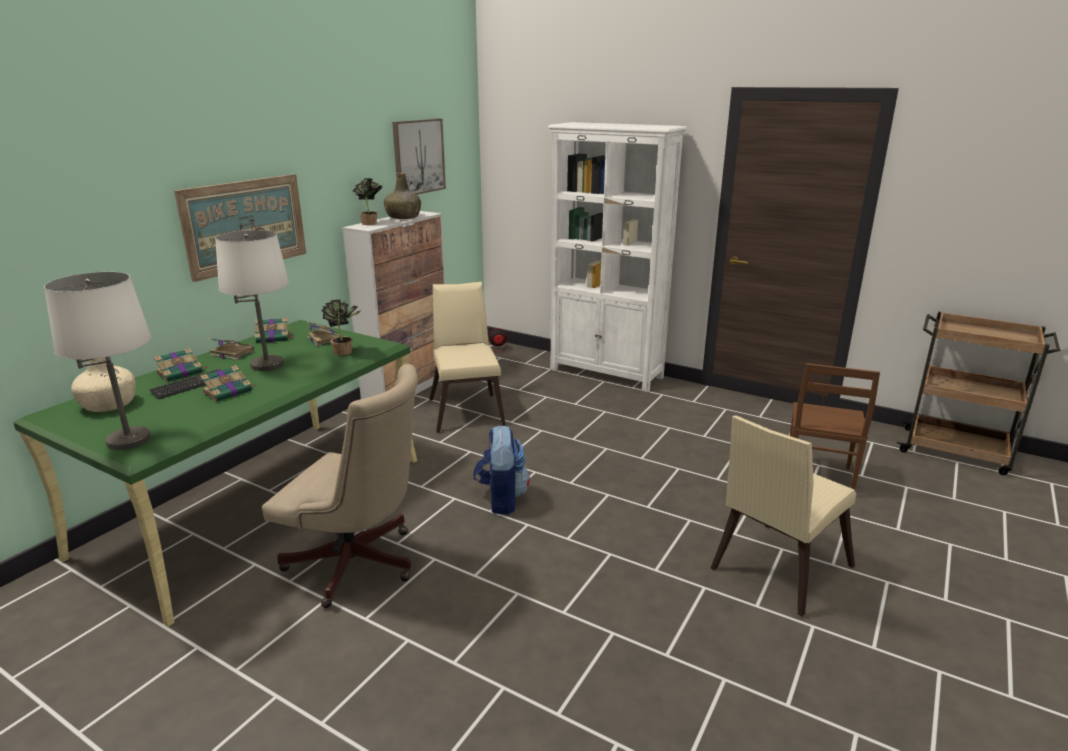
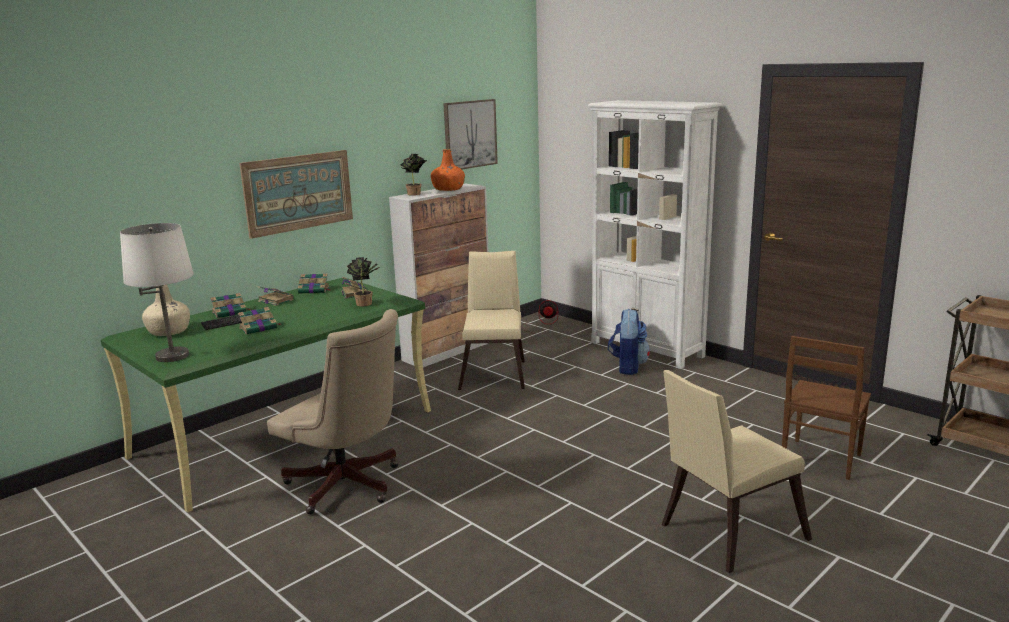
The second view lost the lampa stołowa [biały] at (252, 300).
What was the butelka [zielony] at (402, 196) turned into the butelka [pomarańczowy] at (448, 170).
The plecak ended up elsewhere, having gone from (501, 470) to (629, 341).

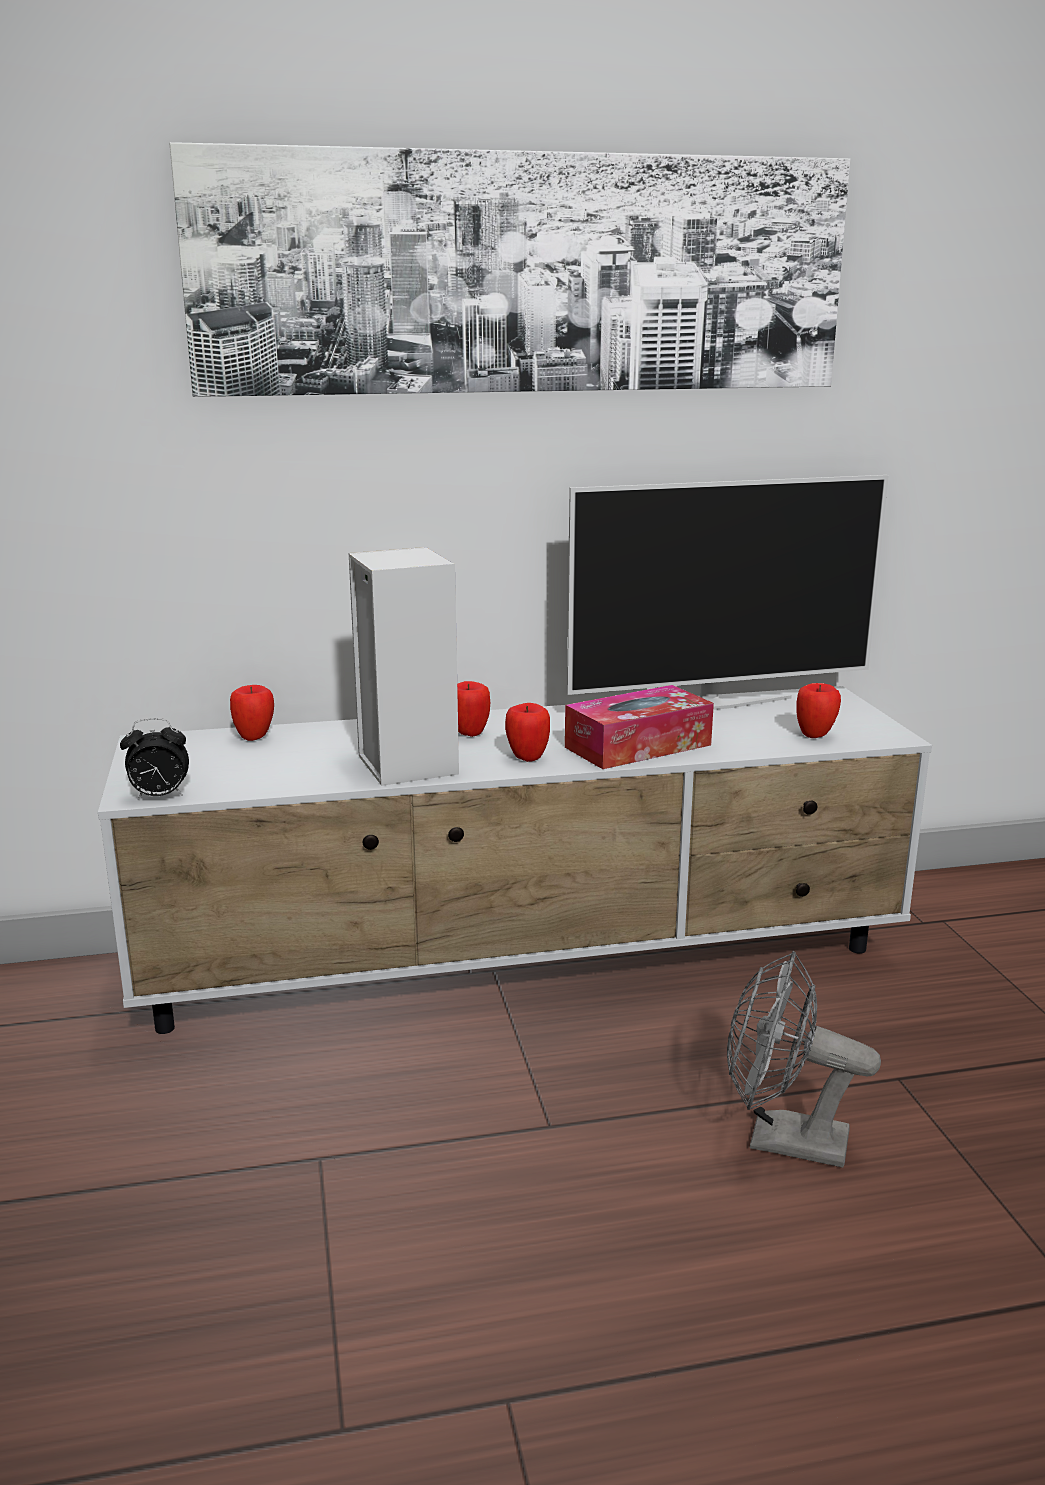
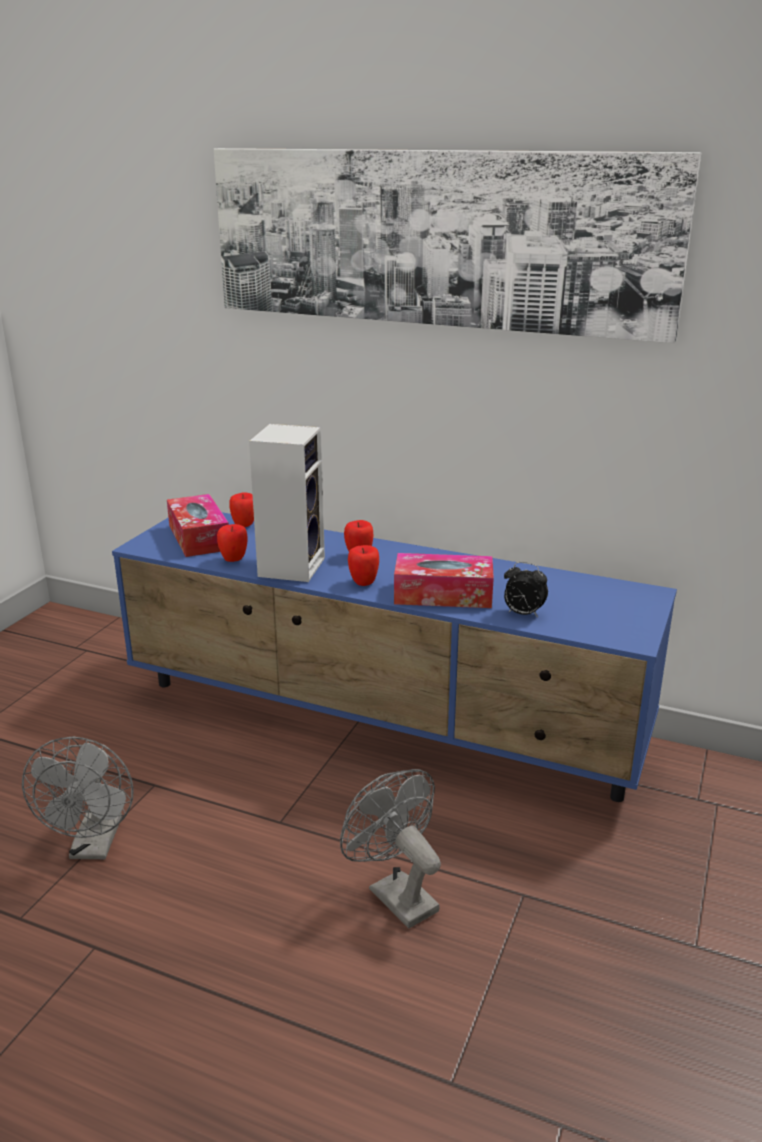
What was the szafka pod telewizor [biały] at (515, 860) turned into the szafka pod telewizor [niebieski] at (394, 657).
The budzik ended up elsewhere, having gone from (154, 759) to (526, 590).
The second view lost the telewizor at (728, 592).
The jabłko ended up elsewhere, having gone from (818, 710) to (232, 543).
The second view gained the wentylator [szary] at (78, 798).
The second view gained the pudełko chusteczek at (198, 525).

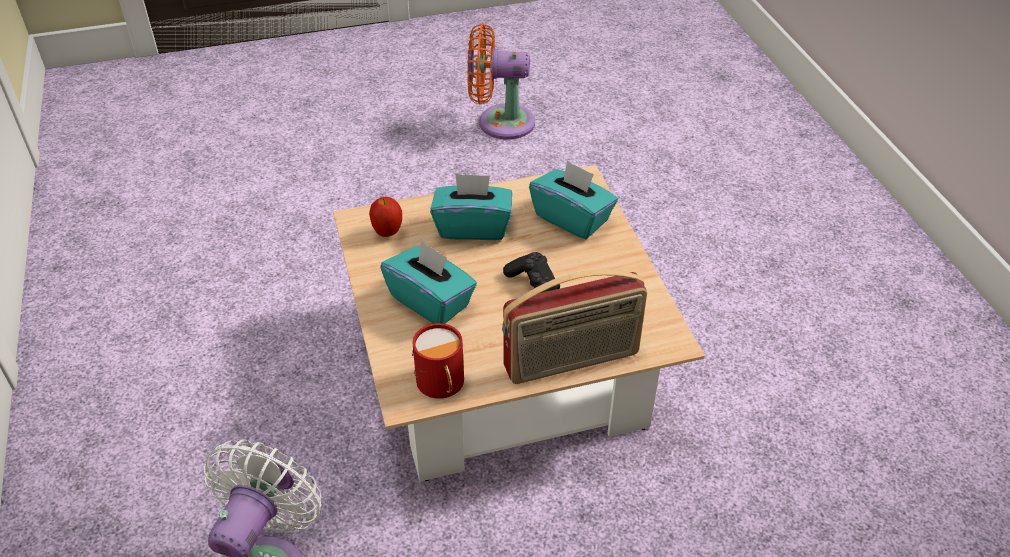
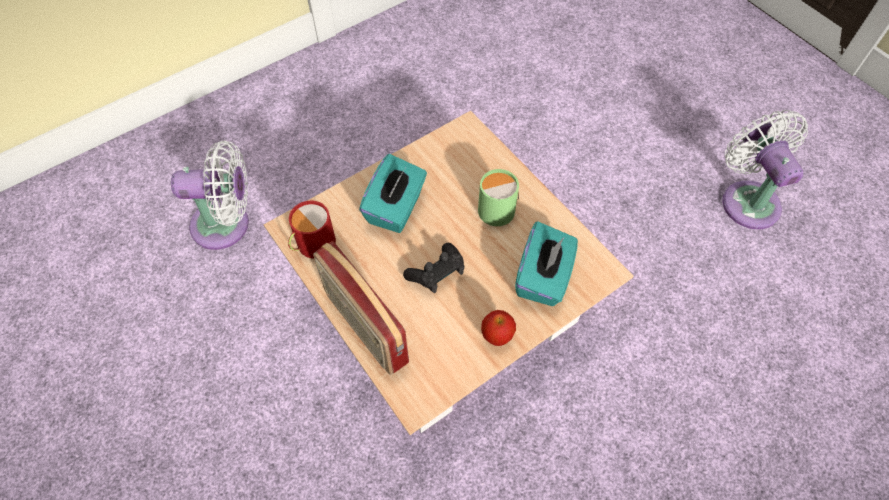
The jabłko ended up elsewhere, having gone from (385, 217) to (498, 328).
Where the pudełko chusteczek [turkusowy] stood at (471, 206), the kubek [zielony] came to stand at (498, 197).
What was the wentylator [pomarańczowy] at (501, 81) turned into the wentylator [biały] at (765, 169).

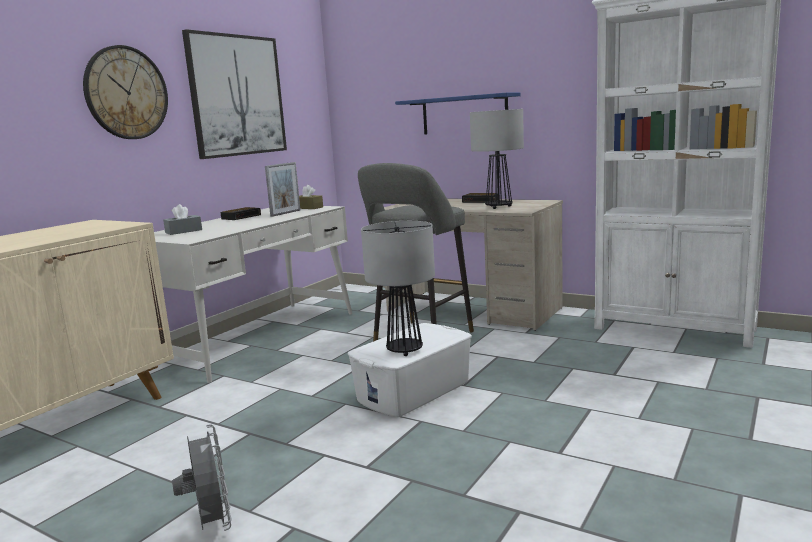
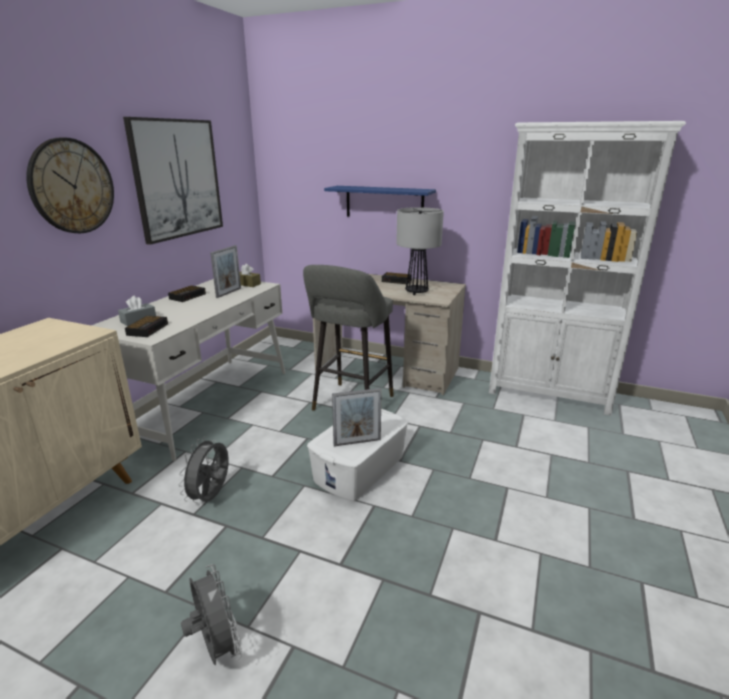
Where the lampa stołowa stood at (398, 288), the ramka na zdjęcie came to stand at (357, 417).
The second view gained the budzik at (146, 326).
The second view gained the wentylator [szary] at (204, 469).

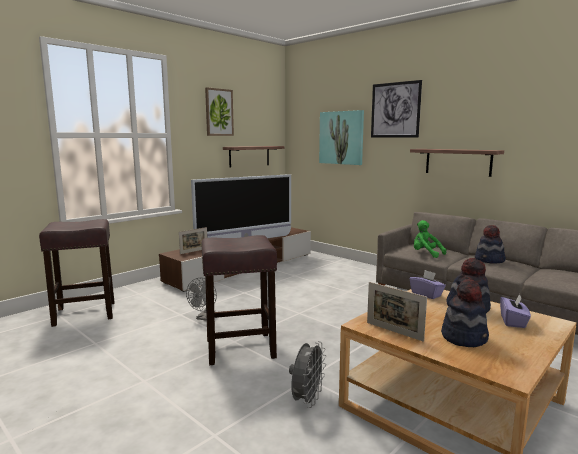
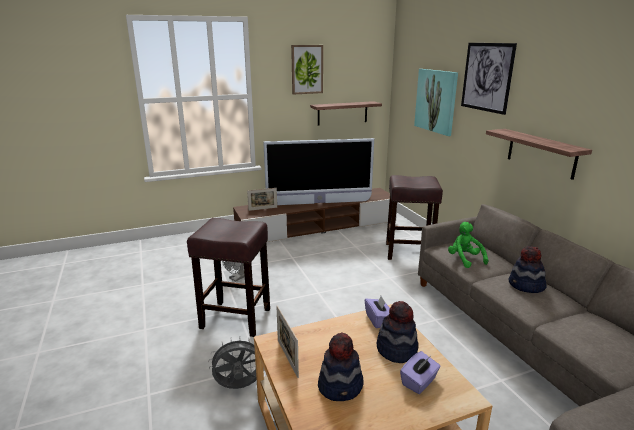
The stołek [brązowy] ended up elsewhere, having gone from (77, 273) to (414, 217).
The wentylator [szary] at (307, 374) ended up facing another way, 150 degrees counterclockwise from before.

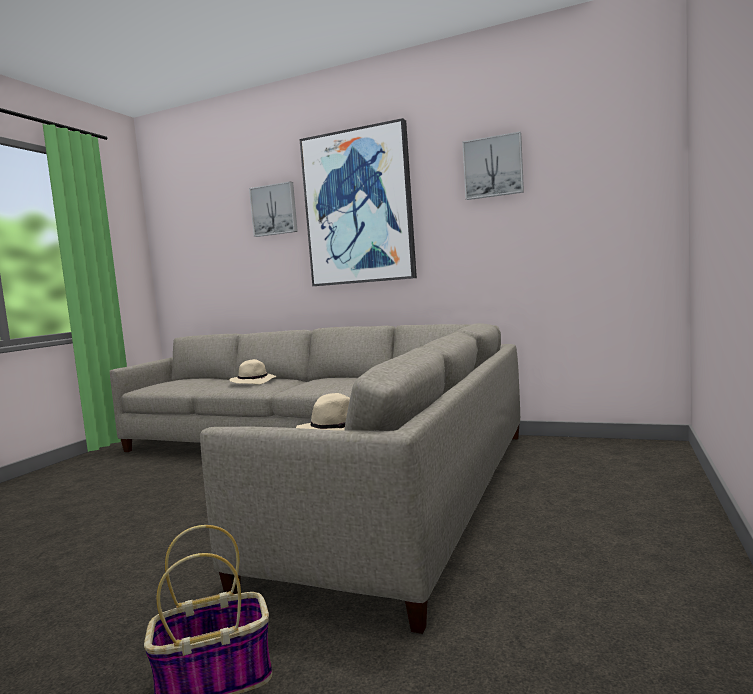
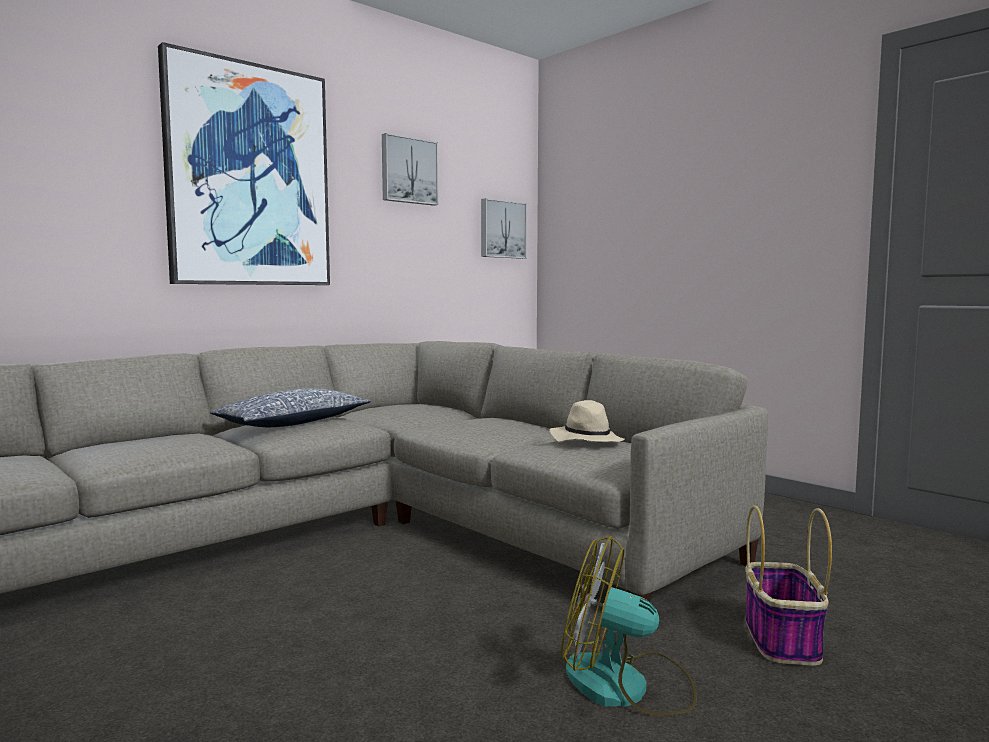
The second view lost the kapelusz [beżowy] at (252, 372).
The obraz ended up elsewhere, having gone from (273, 209) to (504, 228).
The second view gained the poduszka at (290, 407).
The second view gained the wentylator at (629, 626).

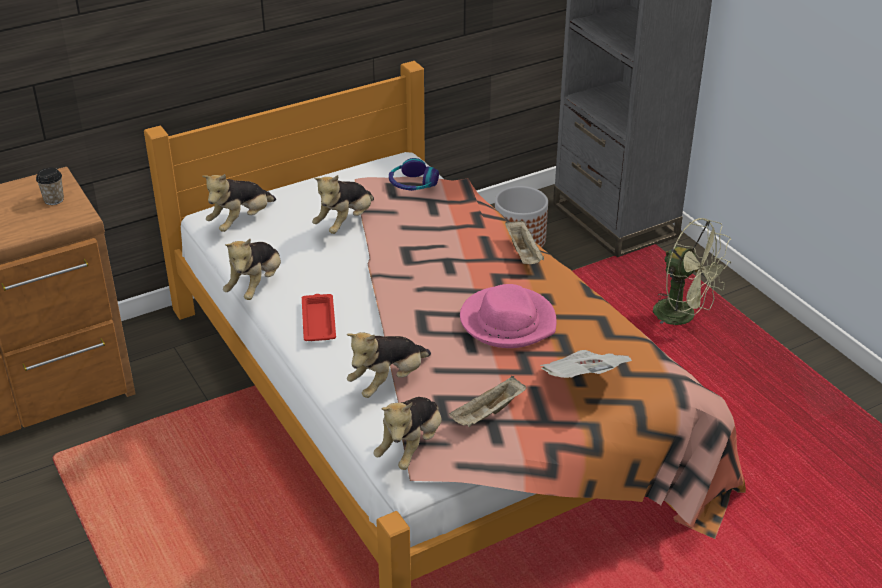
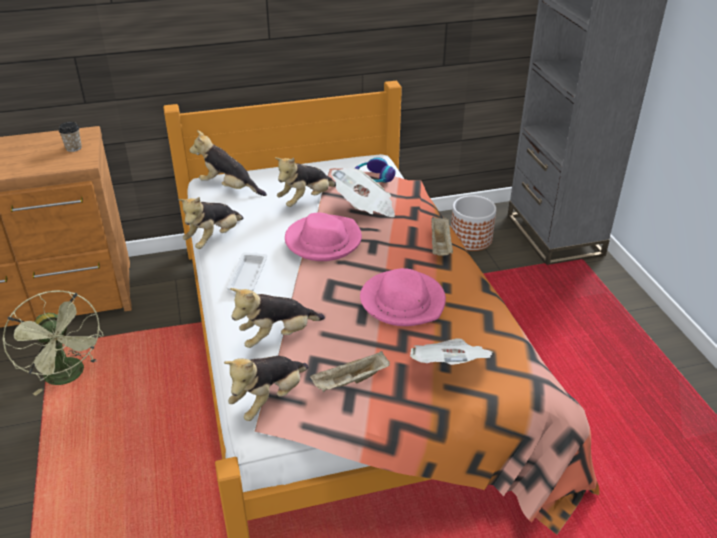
The pluszak at (239, 203) ended up facing another way, 60 degrees clockwise from before.
What was the taca [czerwony] at (319, 317) turned into the taca [biały] at (246, 272).
The wentylator [zielony] ended up elsewhere, having gone from (692, 271) to (52, 343).
The second view gained the kapelusz [różowy] at (323, 236).
The second view gained the gazeta at (363, 192).

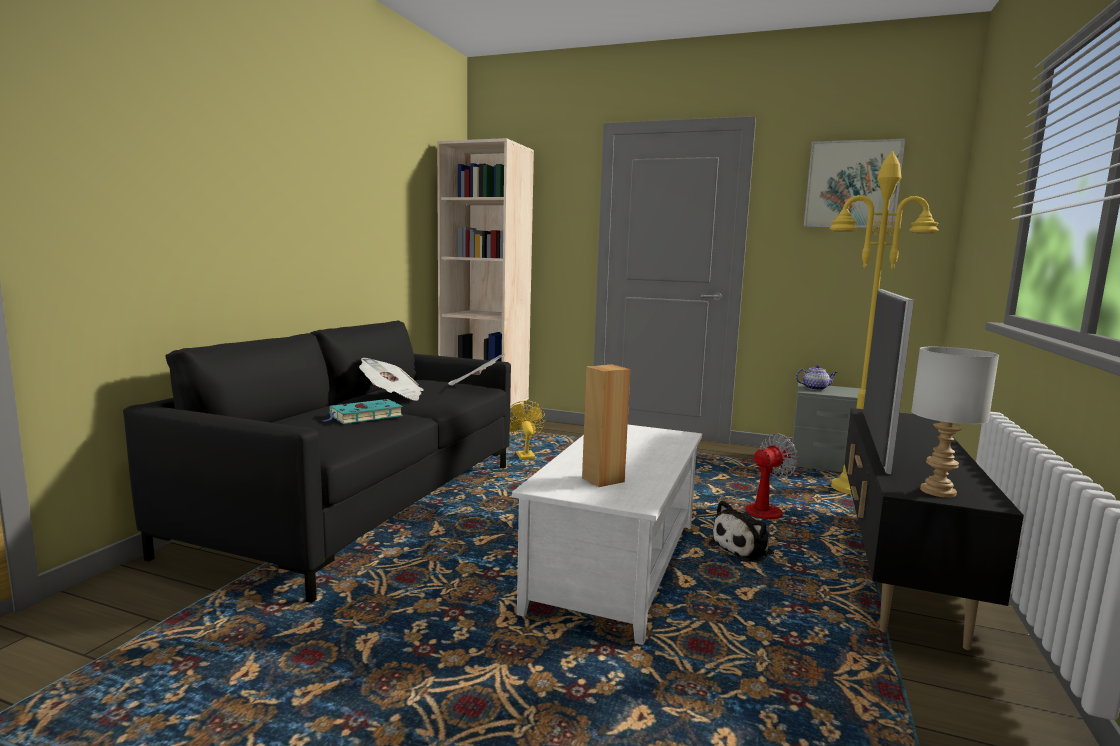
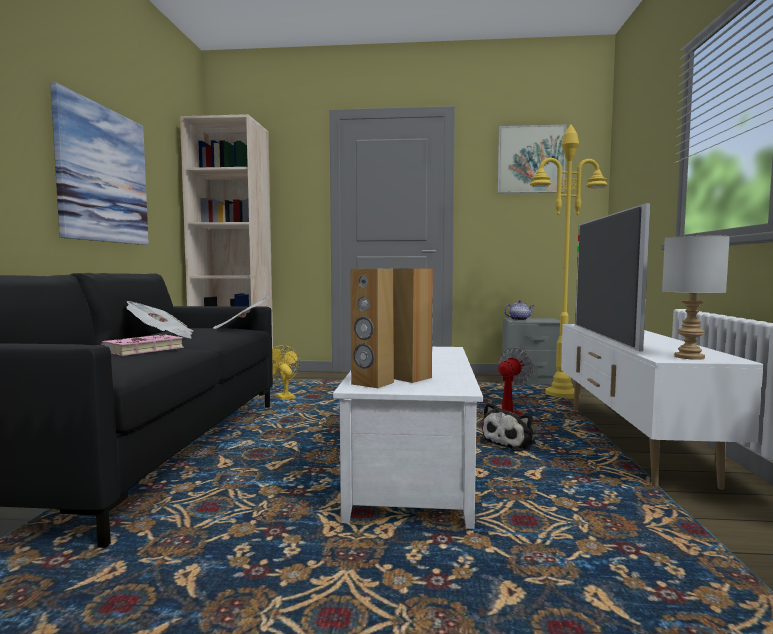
What was the książka [turkusowy] at (362, 411) turned into the książka [różowy] at (142, 345).
What was the szafka pod telewizor [czarny] at (934, 529) turned into the szafka pod telewizor [biały] at (662, 407).
The second view gained the obraz at (99, 164).
The second view gained the głośnik [brązowy] at (372, 328).

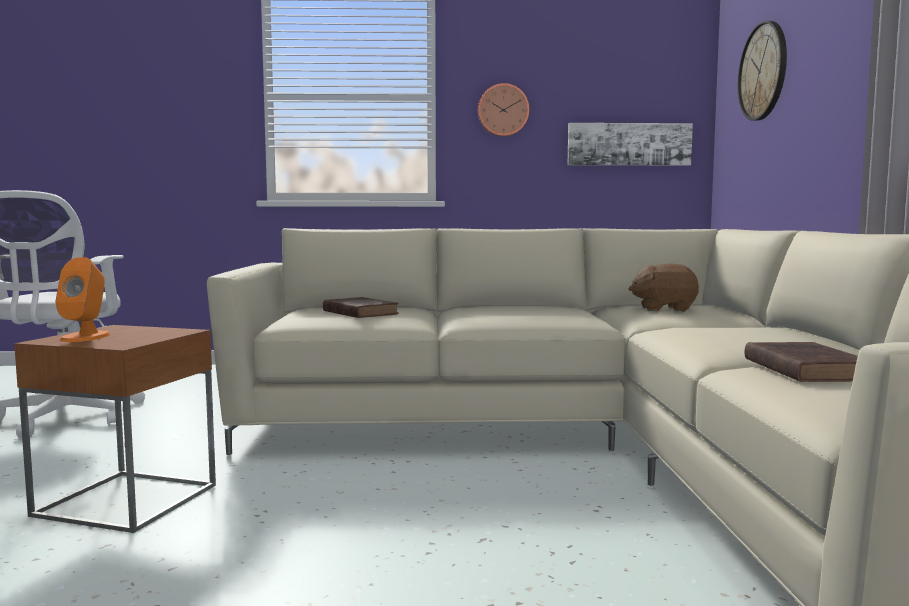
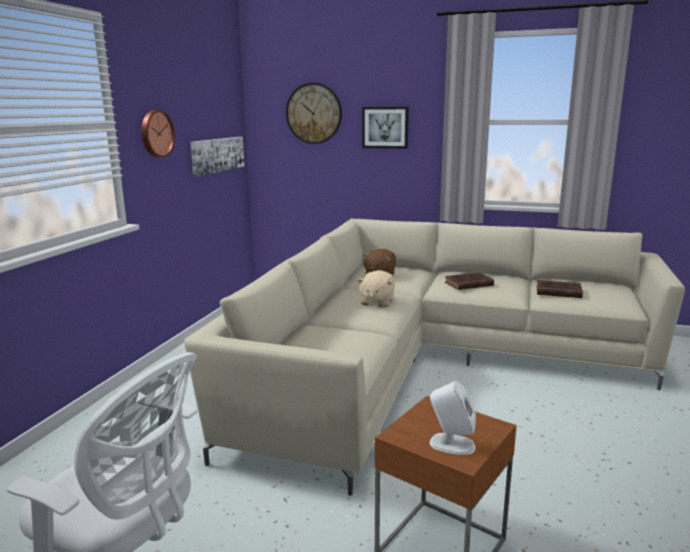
What was the głośnik [pomarańczowy] at (82, 299) turned into the głośnik [biały] at (453, 418).
The książka [brązowy] ended up elsewhere, having gone from (361, 307) to (469, 281).
The second view gained the pluszak [beżowy] at (376, 288).
The second view gained the obraz at (385, 128).

